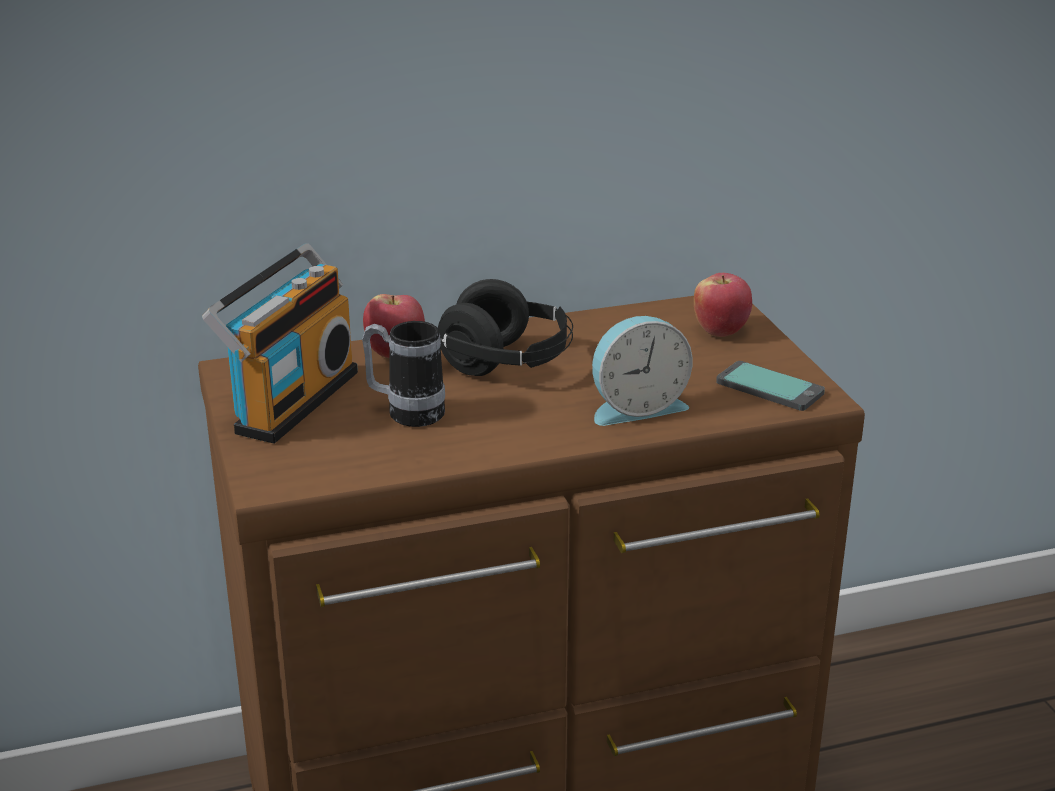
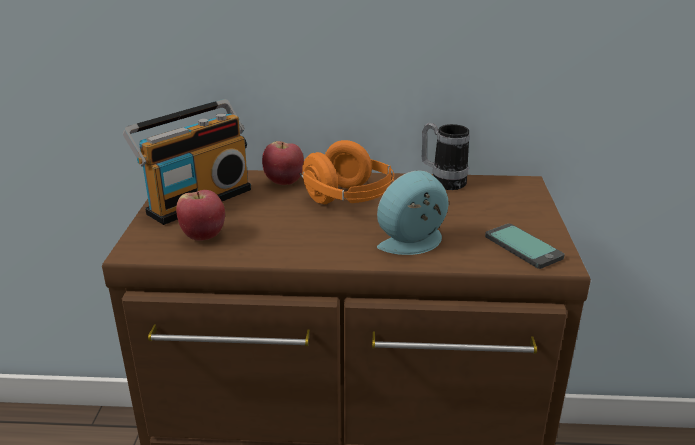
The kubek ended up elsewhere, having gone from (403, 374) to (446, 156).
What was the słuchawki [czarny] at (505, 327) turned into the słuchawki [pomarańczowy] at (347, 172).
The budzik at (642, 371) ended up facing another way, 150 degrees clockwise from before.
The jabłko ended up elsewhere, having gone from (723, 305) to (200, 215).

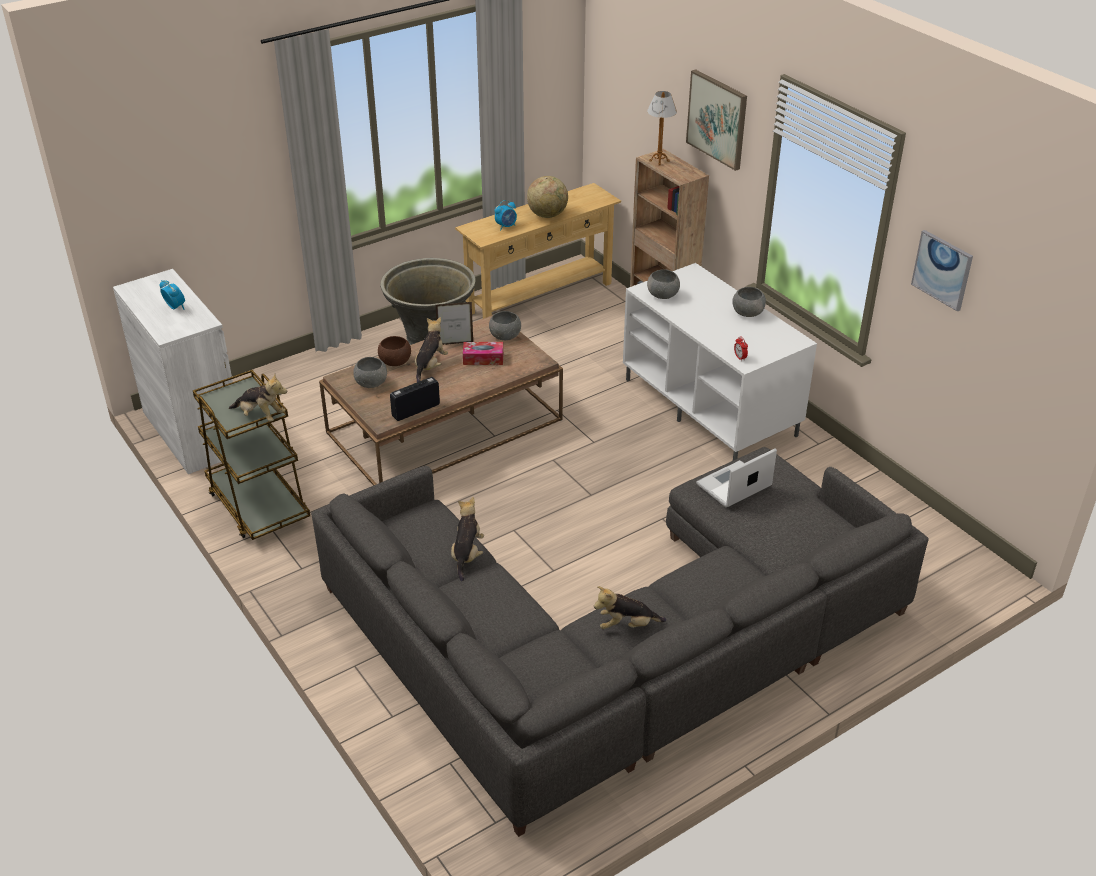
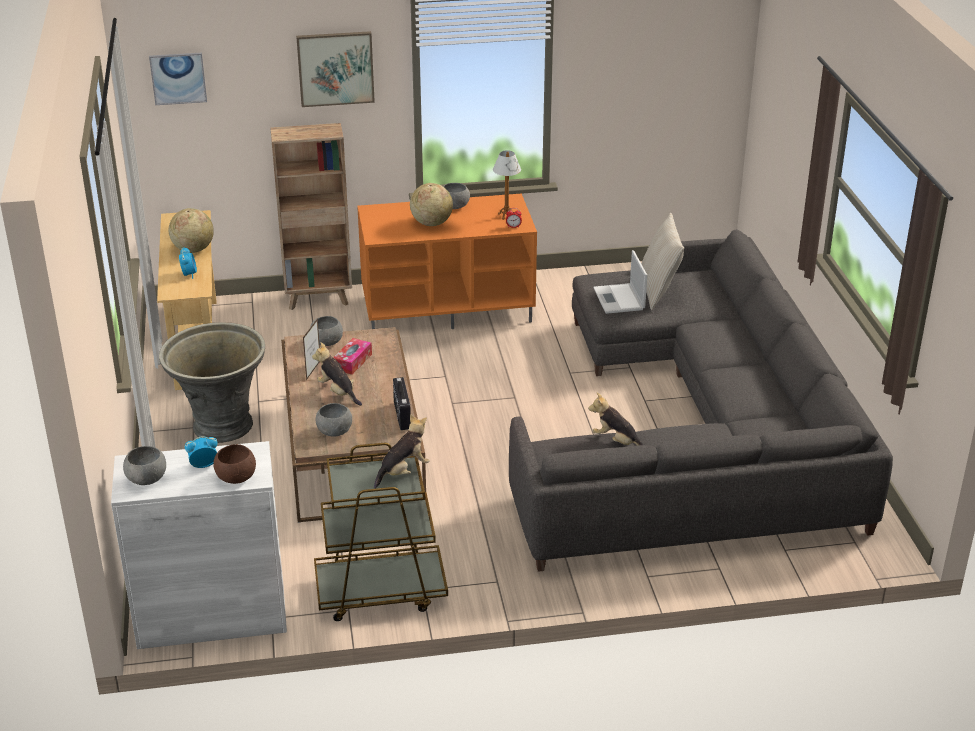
The miska [brązowy] ended up elsewhere, having gone from (394, 351) to (234, 464).
The second view lost the pluszak at (630, 607).
What was the szafka pod telewizor [biały] at (720, 361) turned into the szafka pod telewizor [pomarańczowy] at (447, 261).
The lampa stołowa ended up elsewhere, having gone from (662, 128) to (507, 185).
The miska [szary] ended up elsewhere, having gone from (663, 284) to (144, 465).
The obraz ended up elsewhere, having gone from (942, 271) to (178, 78).
The second view gained the globus at (431, 204).
The second view gained the poduszka [beżowy] at (662, 261).

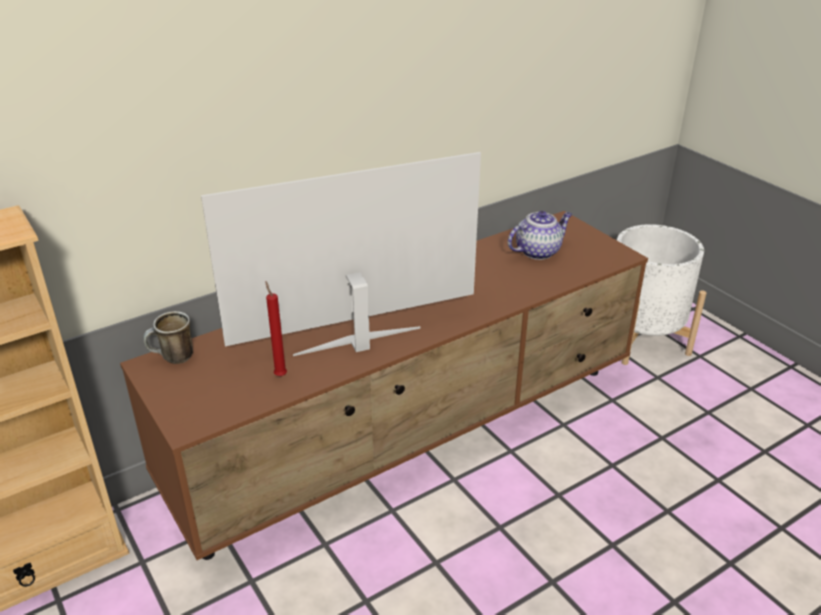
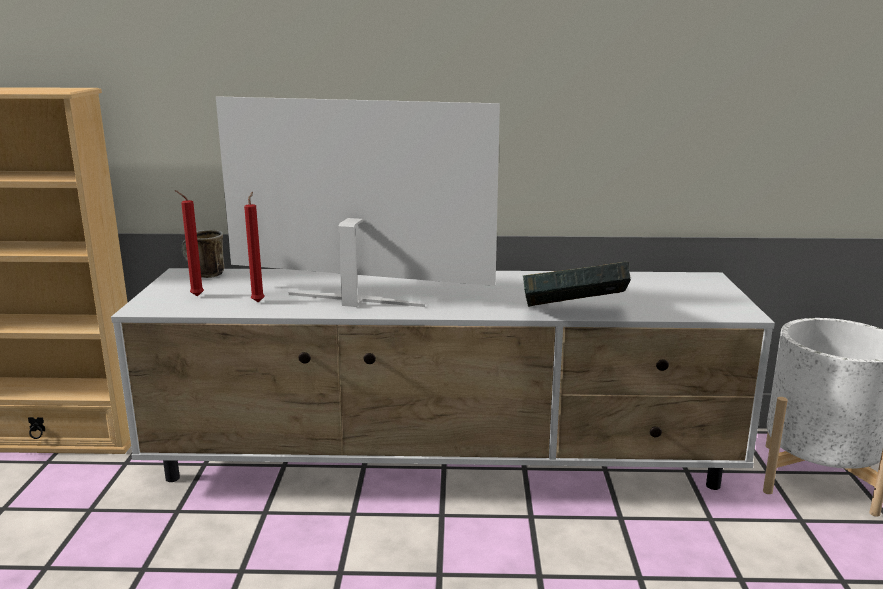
What was the szafka pod telewizor [brązowy] at (384, 385) turned into the szafka pod telewizor [biały] at (443, 379).
The second view lost the imbryk at (540, 235).
The second view gained the świeca [czerwony] at (189, 243).
The second view gained the książka at (577, 284).

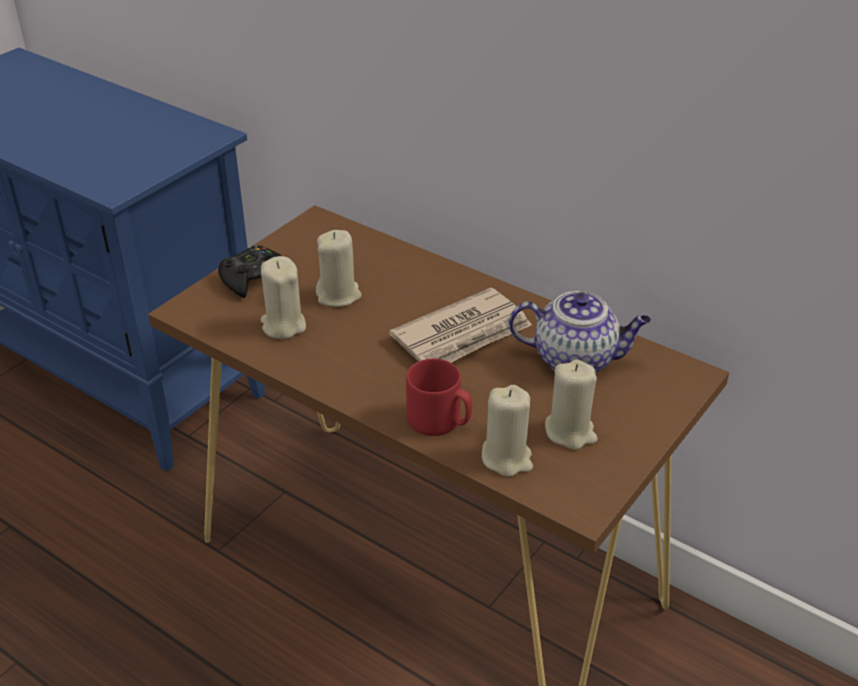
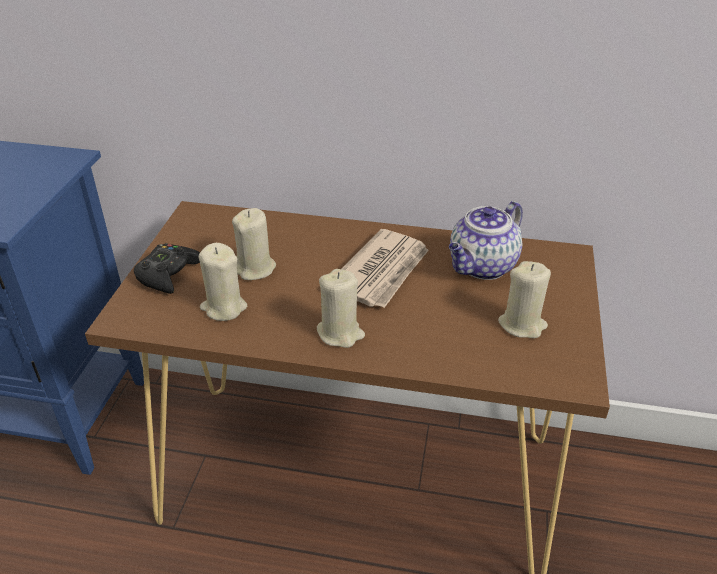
The second view lost the kubek [czerwony] at (439, 397).
The świeca [beżowy] ended up elsewhere, having gone from (507, 431) to (341, 308).
The imbryk at (580, 331) ended up facing another way, 150 degrees clockwise from before.

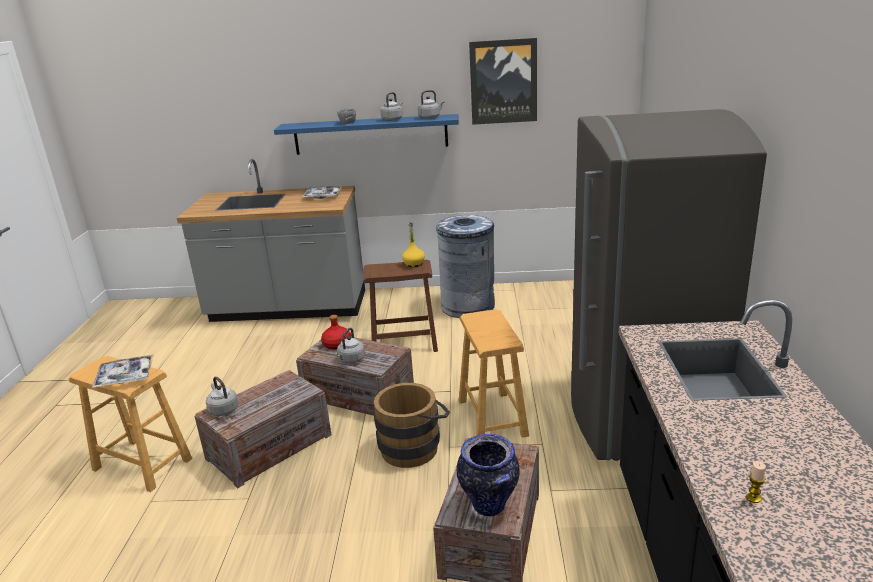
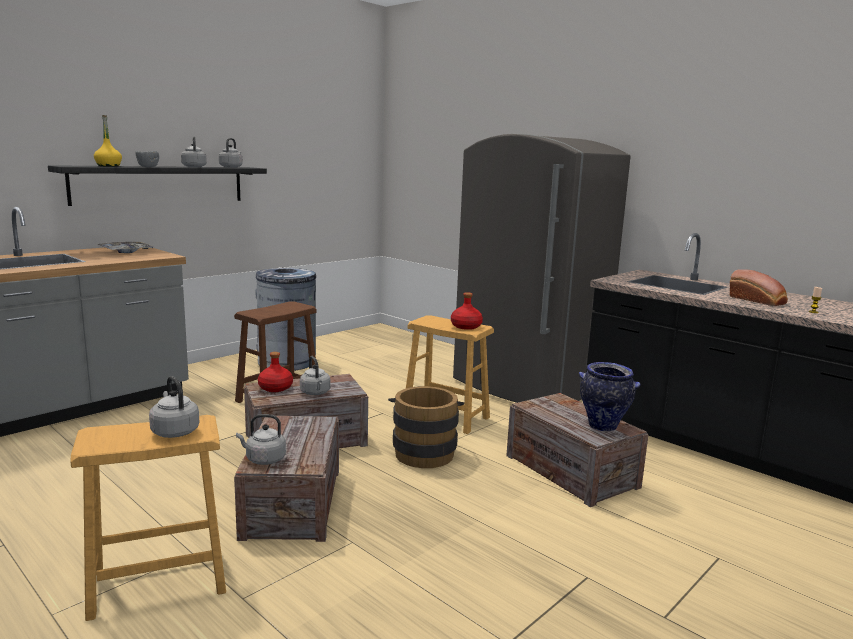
Where the taca stood at (123, 371), the czajnik [szary] came to stand at (174, 407).
What was the półka [niebieski] at (366, 134) turned into the półka [czarny] at (157, 185).
The butelka [żółty] ended up elsewhere, having gone from (413, 244) to (108, 141).
The second view lost the obraz at (503, 81).
The second view gained the butelka [czerwony] at (467, 311).
The second view gained the chleb at (759, 287).

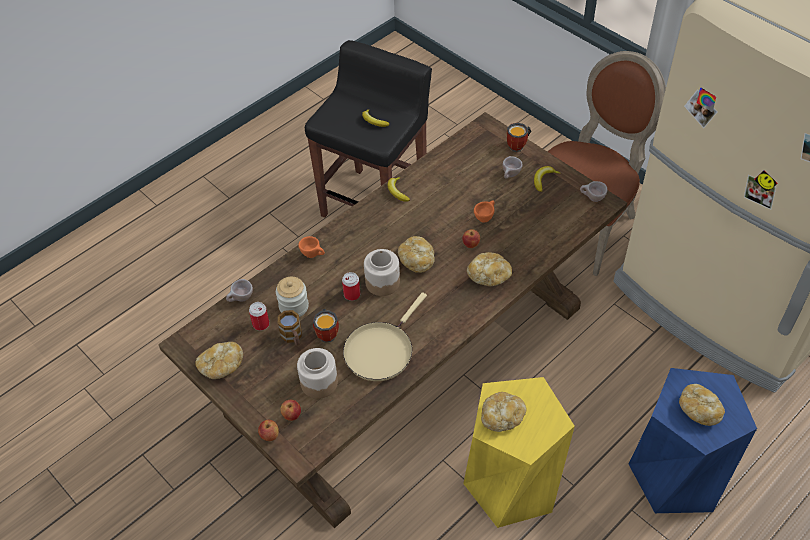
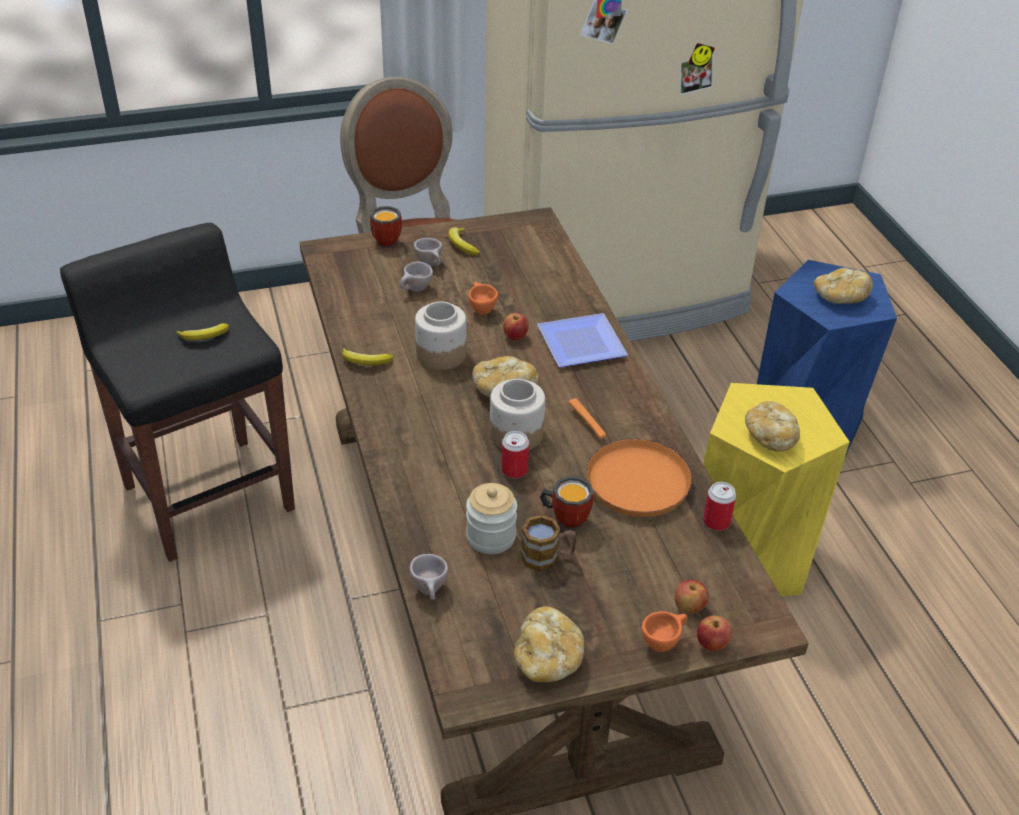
The puszka ended up elsewhere, having gone from (259, 316) to (719, 506).
The słoik ended up elsewhere, having gone from (317, 373) to (440, 335).
The filiżanka [pomarańczowy] ended up elsewhere, having gone from (311, 247) to (665, 631).
What was the patelnia [beżowy] at (385, 336) turned into the patelnia [pomarańczowy] at (630, 457).
Where the chleb stood at (489, 269), the talerz came to stand at (582, 340).
The filiżanka [beżowy] ended up elsewhere, having gone from (594, 191) to (416, 276).

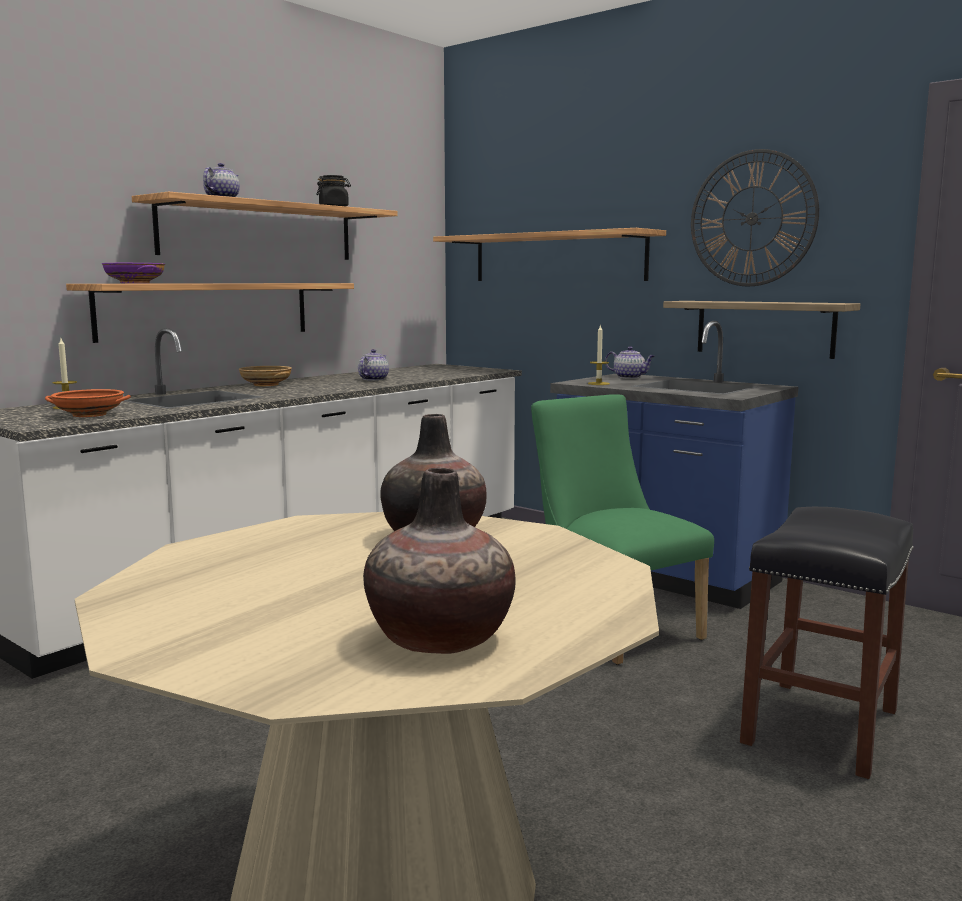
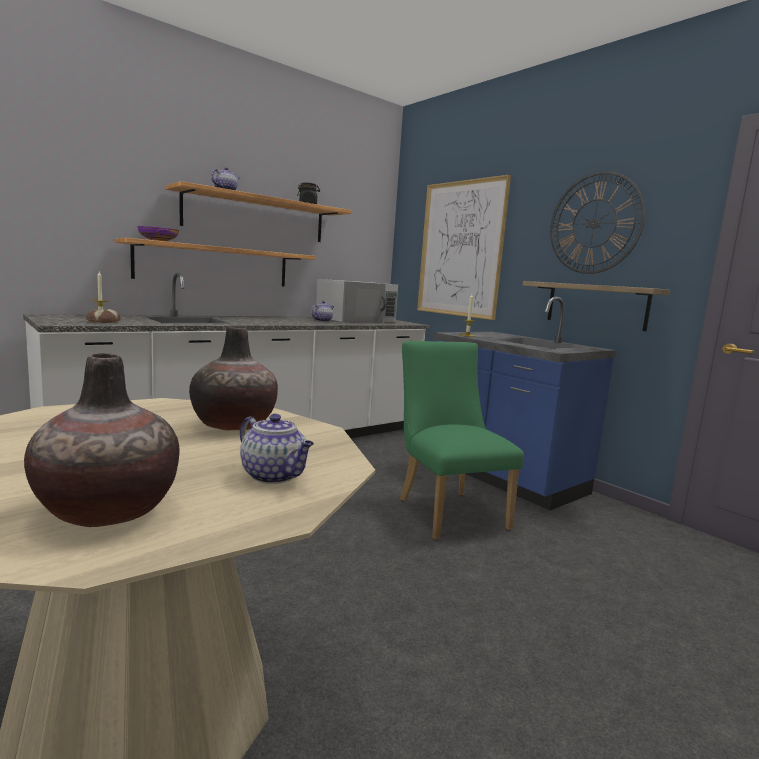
Where the miska [pomarańczowy] stood at (88, 403), the chleb came to stand at (104, 316).
The second view lost the miska [beżowy] at (265, 376).
Where the półka hung at (549, 254), the obraz came to hang at (464, 247).
The imbryk ended up elsewhere, having gone from (630, 363) to (277, 449).
The second view lost the stołek [czarny] at (827, 643).
The second view gained the mikrofalówka [biały] at (357, 301).

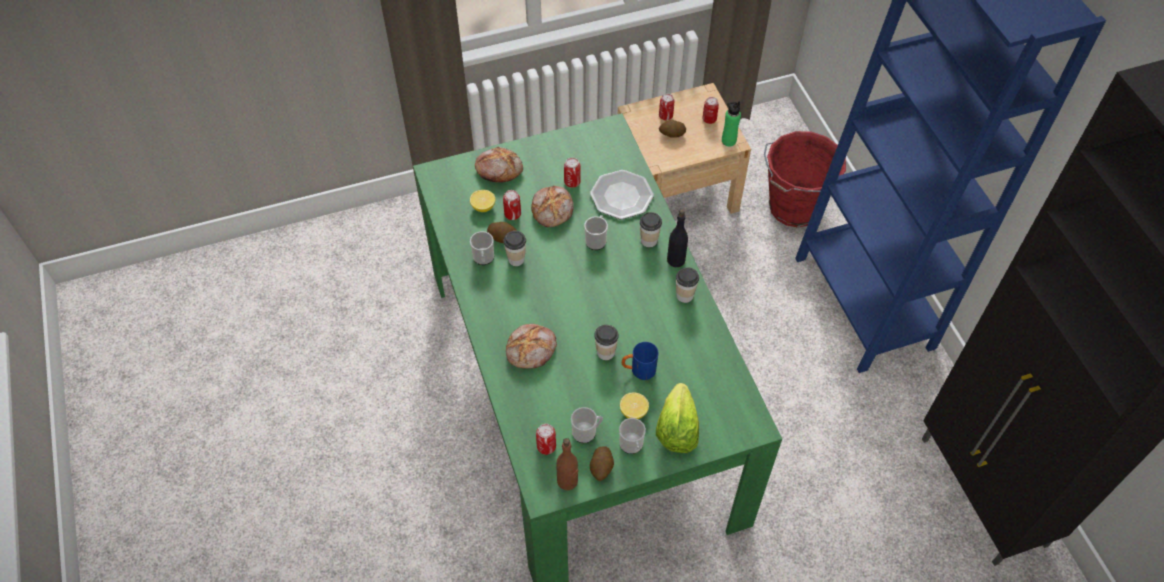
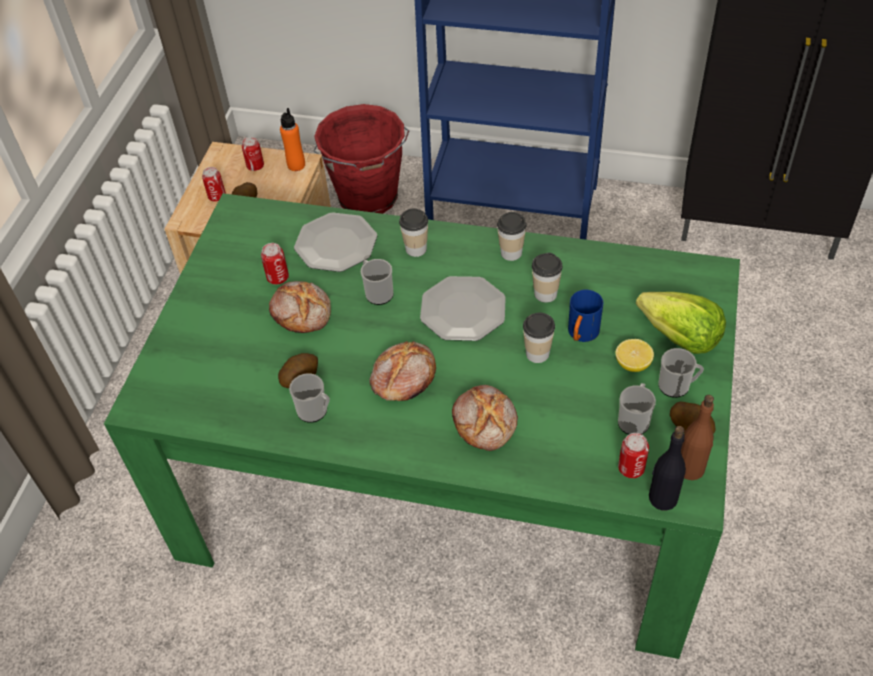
The second view lost the cytryna at (482, 201).
The chleb ended up elsewhere, having gone from (499, 165) to (402, 371).
The second view lost the puszka at (512, 205).
The filiżanka ended up elsewhere, having gone from (514, 248) to (547, 278).
The butelka [czarny] ended up elsewhere, having gone from (677, 238) to (667, 468).
What was the butelka [zielony] at (731, 124) turned into the butelka [pomarańczowy] at (292, 139).
The second view gained the talerz at (463, 308).

